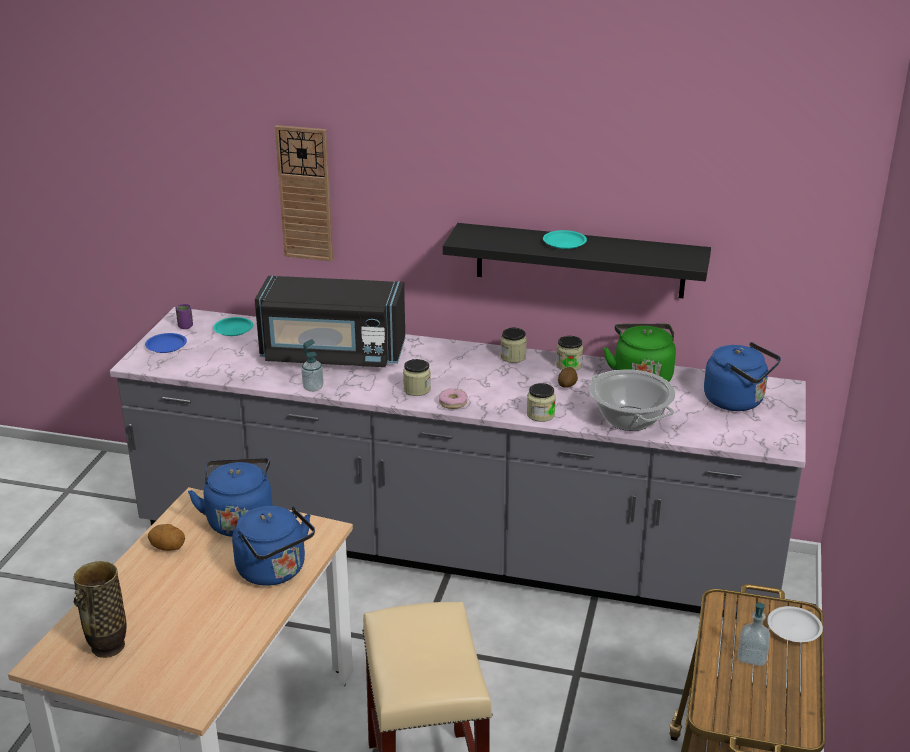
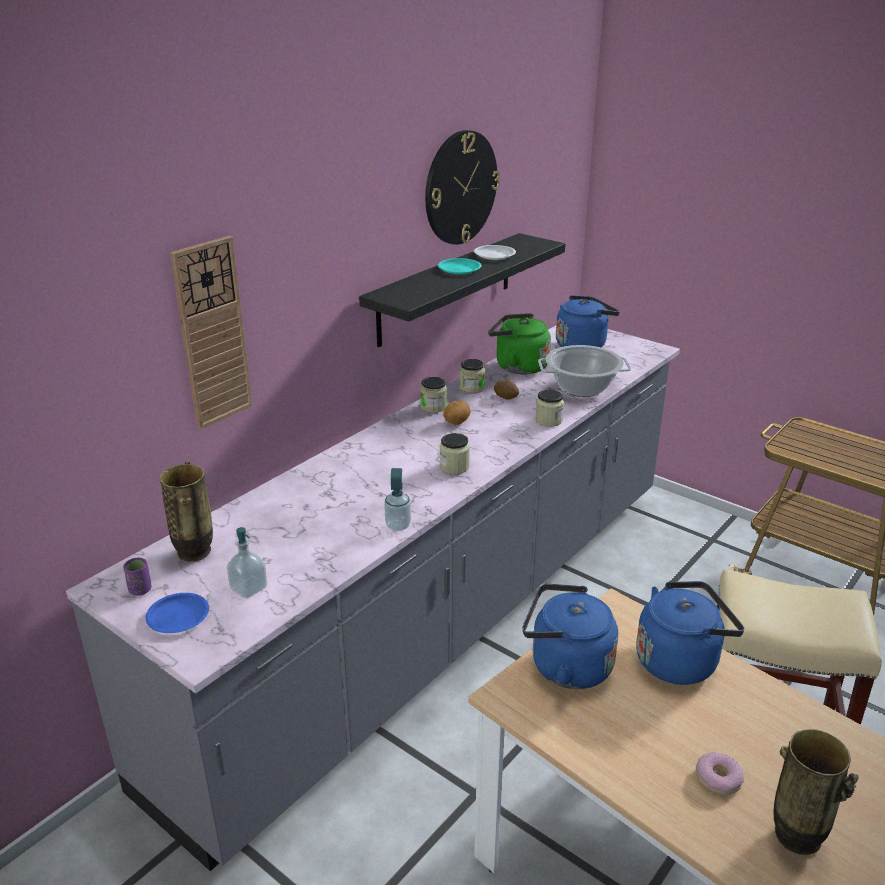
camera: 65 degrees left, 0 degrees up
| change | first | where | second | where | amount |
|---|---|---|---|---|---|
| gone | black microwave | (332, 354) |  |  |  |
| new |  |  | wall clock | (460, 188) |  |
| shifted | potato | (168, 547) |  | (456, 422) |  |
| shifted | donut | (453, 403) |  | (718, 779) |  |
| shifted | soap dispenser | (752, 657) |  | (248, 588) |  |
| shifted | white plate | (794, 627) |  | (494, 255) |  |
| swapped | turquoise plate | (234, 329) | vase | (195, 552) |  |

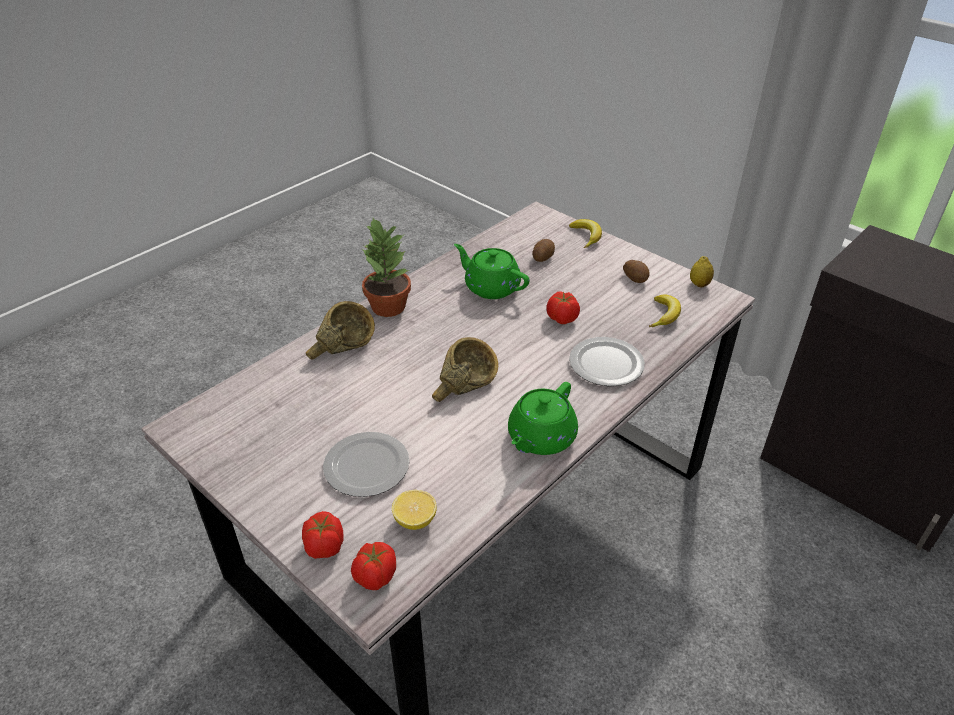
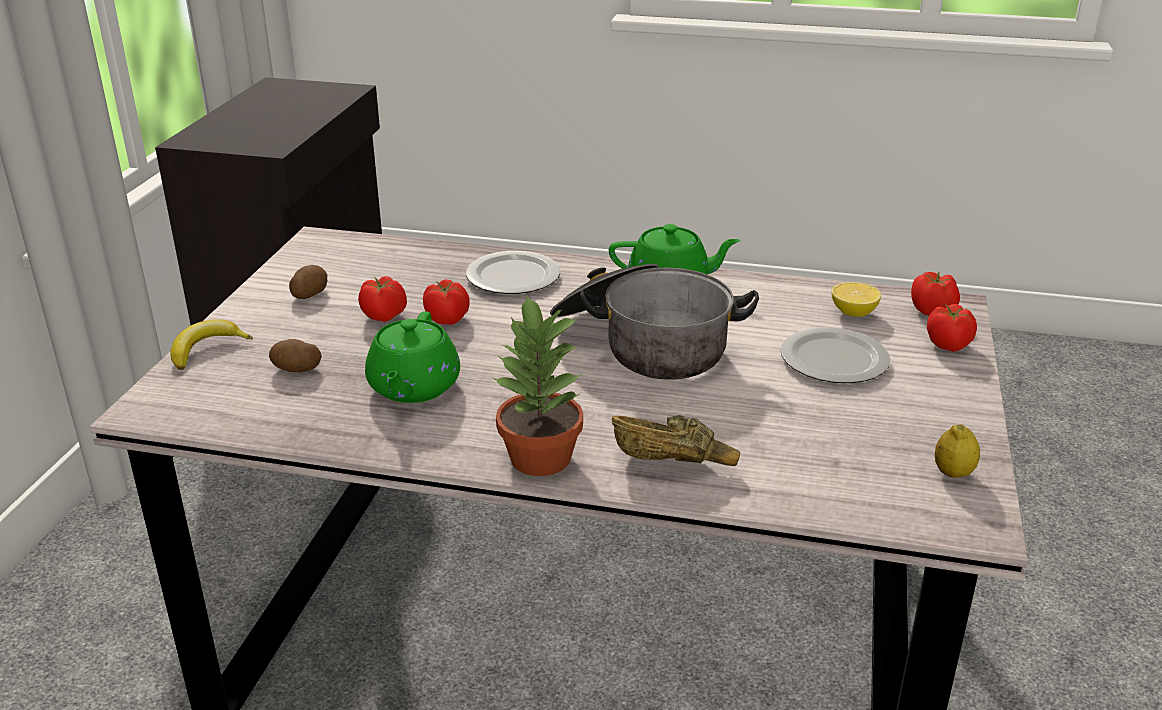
camera: 120 degrees left, 10 degrees down
| change | first | where | second | where | amount |
|---|---|---|---|---|---|
| gone | banana | (664, 315) |  |  |  |
| new |  |  | tomato | (384, 316) |  |
| shifted | lemon | (699, 284) |  | (953, 473) |  |
| swapped | brown bowl | (464, 386) | cooking pot | (644, 344) |  |

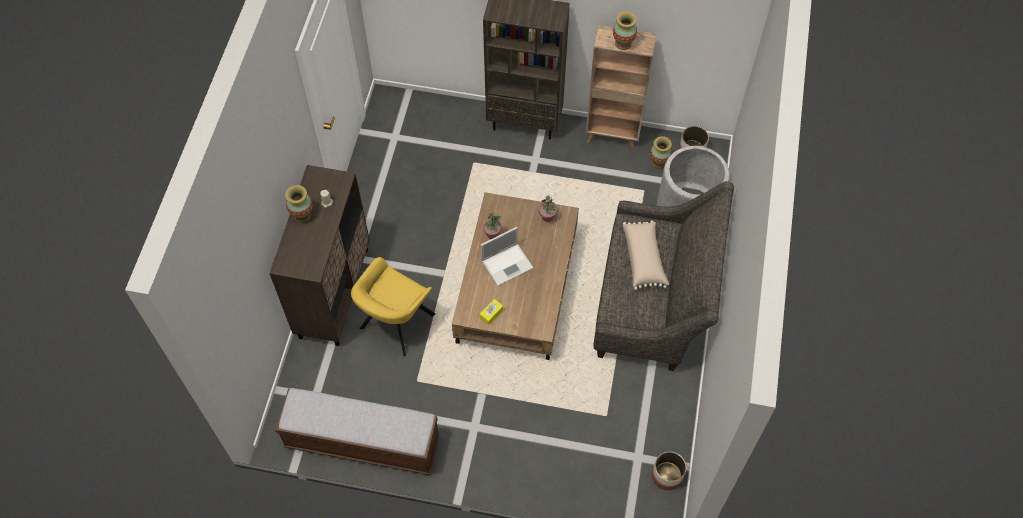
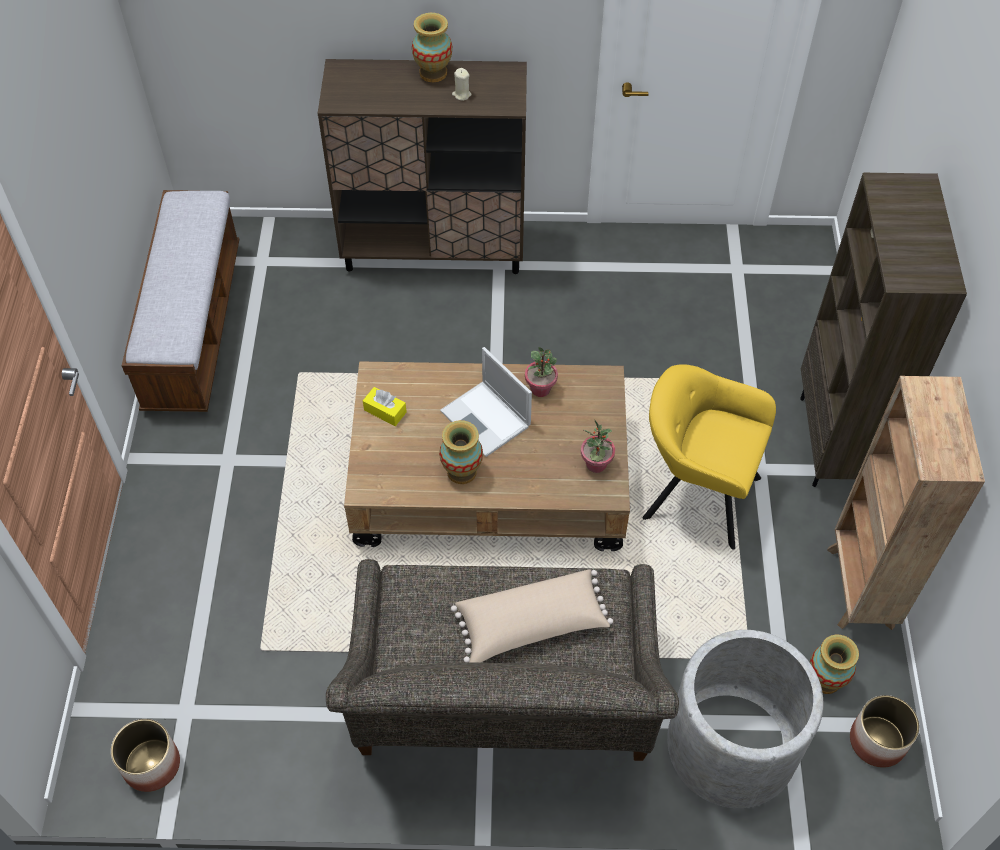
camera: 80 degrees right, 5 degrees down
| change | first | where | second | where | amount |
|---|---|---|---|---|---|
| shifted | yellow armchair | (395, 324) |  | (695, 494) |  |
| shifted | vase | (623, 43) |  | (461, 471) |  |

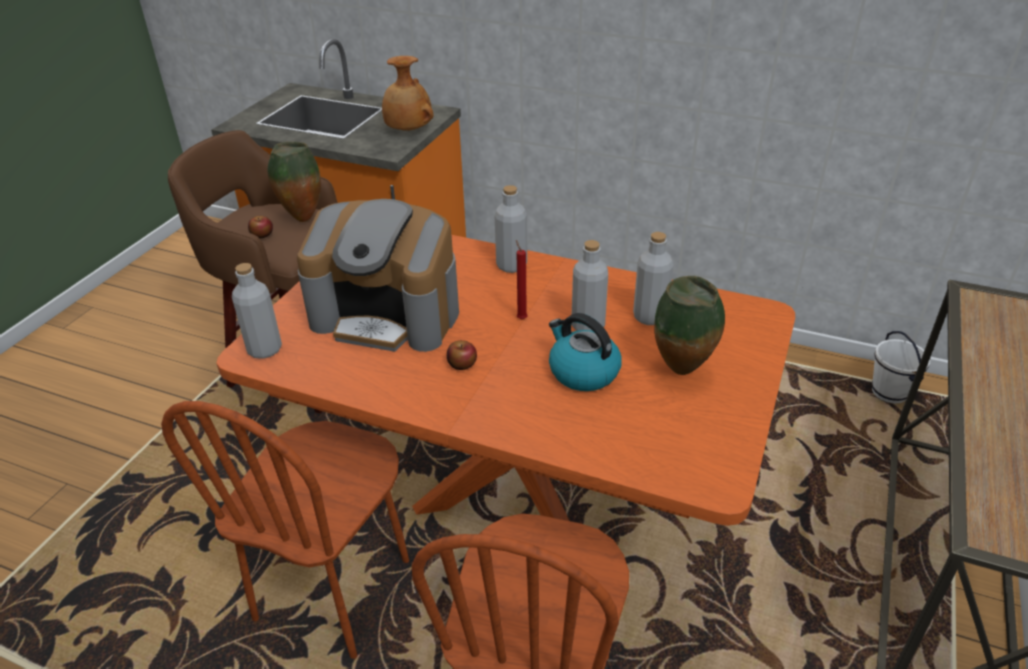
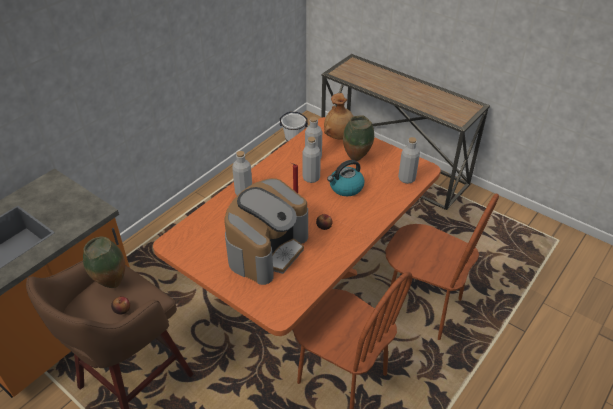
camera: 75 degrees left, 5 degrees up
| change | first | where | second | where | amount |
|---|---|---|---|---|---|
| shifted | grey bottle | (264, 349) |  | (406, 178) |  |
| shifted | brown vase | (408, 130) |  | (339, 136) |  |

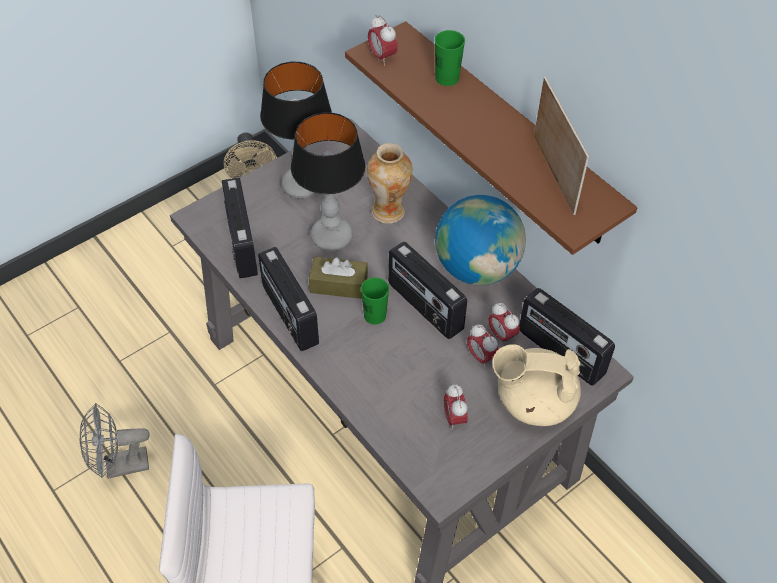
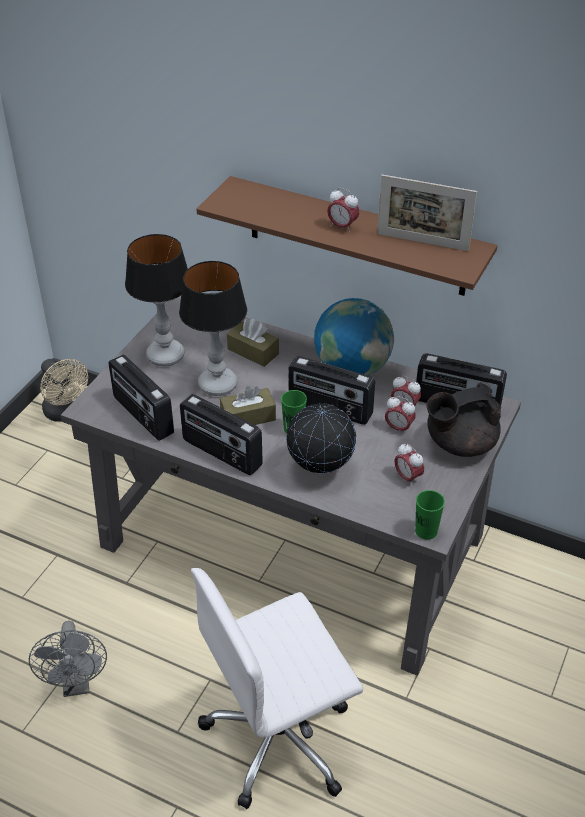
camera: 25 degrees left, 10 degrees down
| change | first | where | second | where | amount |
|---|---|---|---|---|---|
| new |  |  | globe | (320, 469) |  |
| shifted | alarm clock | (382, 57) |  | (342, 227) |  |
| shifted | green cup | (447, 78) |  | (426, 531) |  |
| swapped | vase | (388, 211) | brown tissue box | (253, 351) |  |
| repainted | beige teapot | (533, 401) | black teapot | (459, 444) |  |
| rotated | grey fan | (120, 466) |  | (77, 684) | 60 degrees counterclockwise |
| rotated | picture frame | (553, 174) |  | (422, 242) | 150 degrees clockwise |

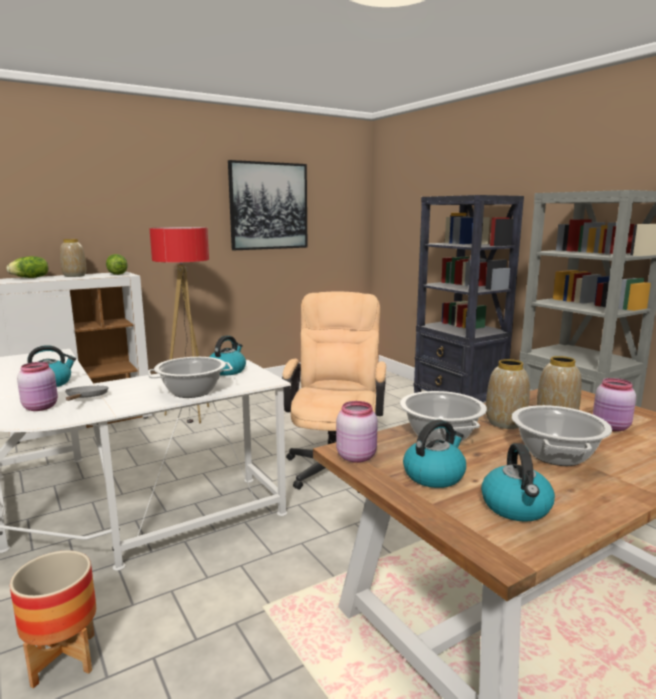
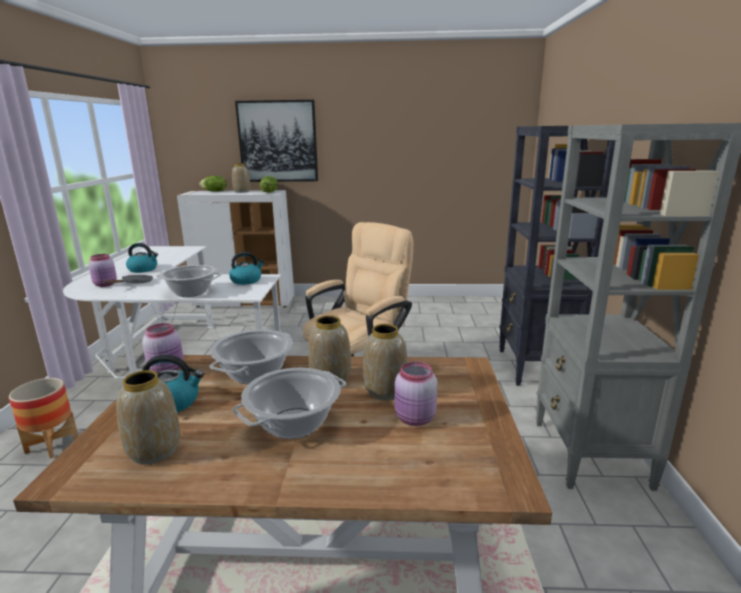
camera: 35 degrees right, 5 degrees up
| change | first | where | second | where | amount |
|---|---|---|---|---|---|
| gone | floor lamp | (191, 415) |  |  |  |
| shifted | picture | (268, 206) |  | (278, 141) |  |
| swapped | kettle | (516, 507) | vase | (155, 451) |  |

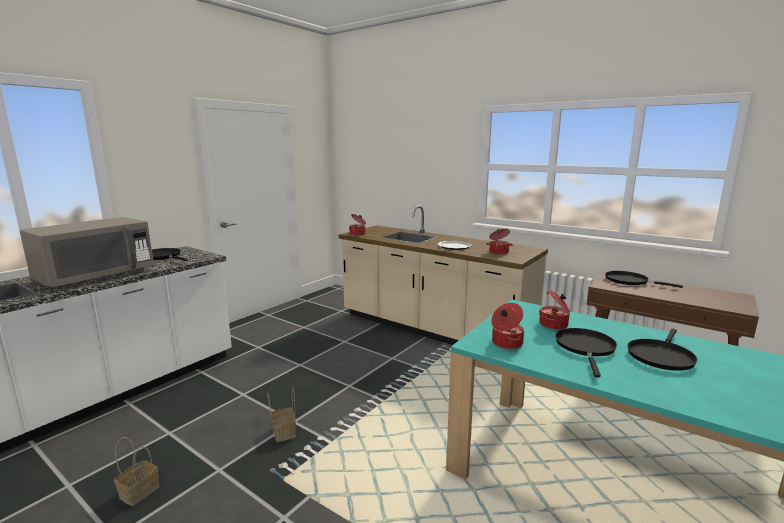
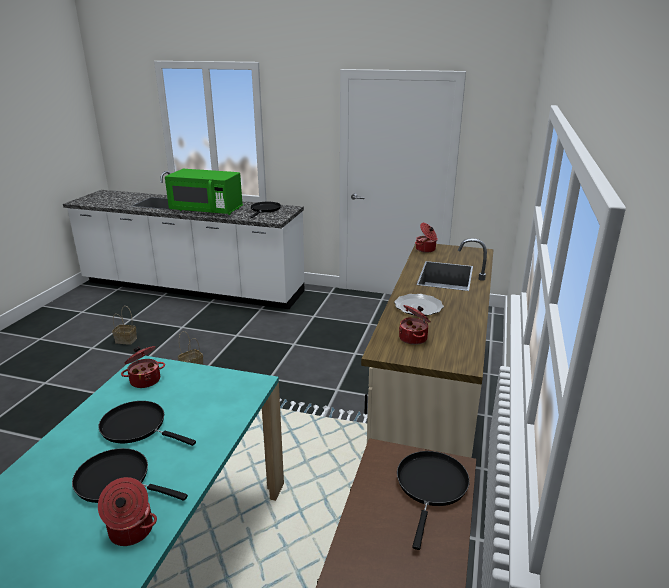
camera: 70 degrees right, 10 degrees up
| change | first | where | second | where | amount |
|---|---|---|---|---|---|
| shifted | cooking pot | (554, 325) |  | (130, 531) |  |
| repainted | grey microwave | (96, 277) | green microwave | (206, 210) |  |
| rotated | black frying pan | (585, 348) |  | (137, 427) | 150 degrees counterclockwise |

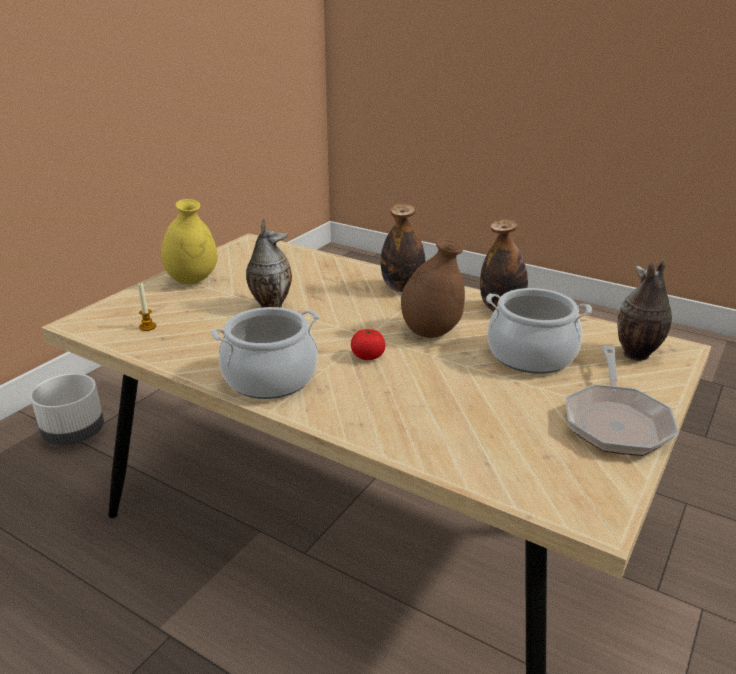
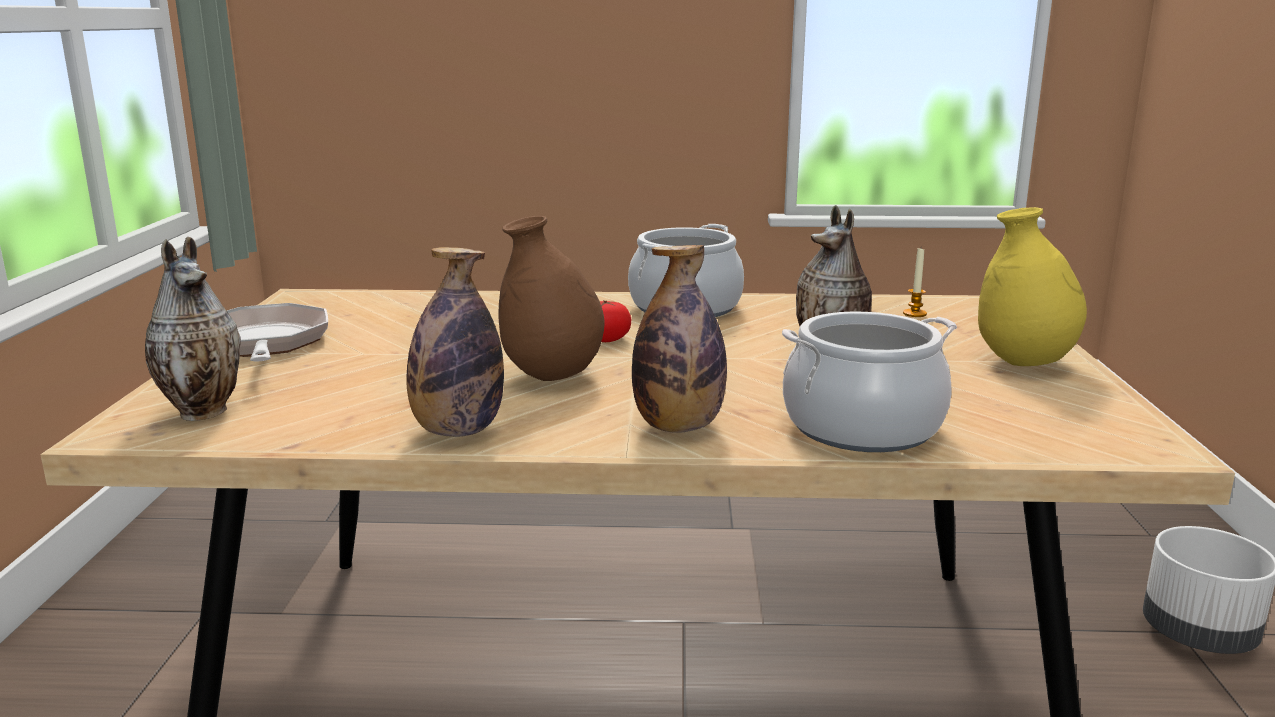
camera: 150 degrees right, 10 degrees down
| change | first | where | second | where | amount |
|---|---|---|---|---|---|
| shifted | cooking pot | (531, 355) |  | (863, 427) |  |

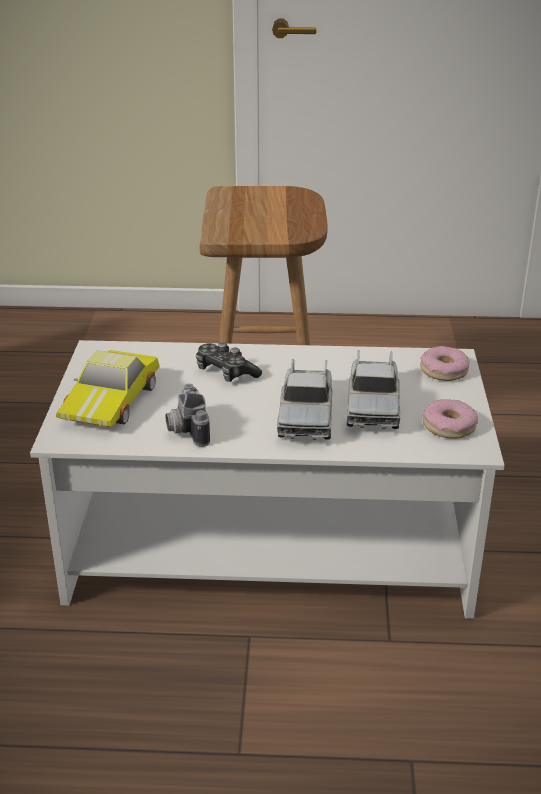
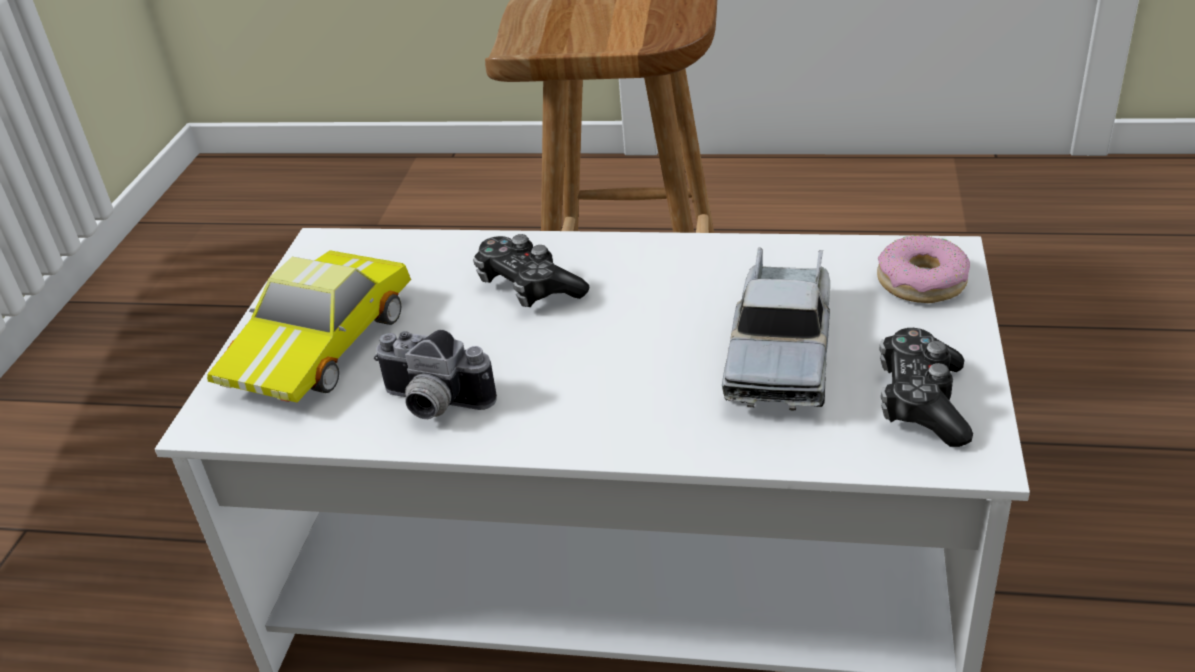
camera: 10 degrees right, 5 degrees up
| change | first | where | second | where | amount |
|---|---|---|---|---|---|
| gone | toy truck | (306, 413) |  |  |  |
| swapped | donut | (448, 426) | game controller | (922, 401) |  |
| rotated | photo camera | (185, 430) |  | (432, 405) | 60 degrees counterclockwise |

